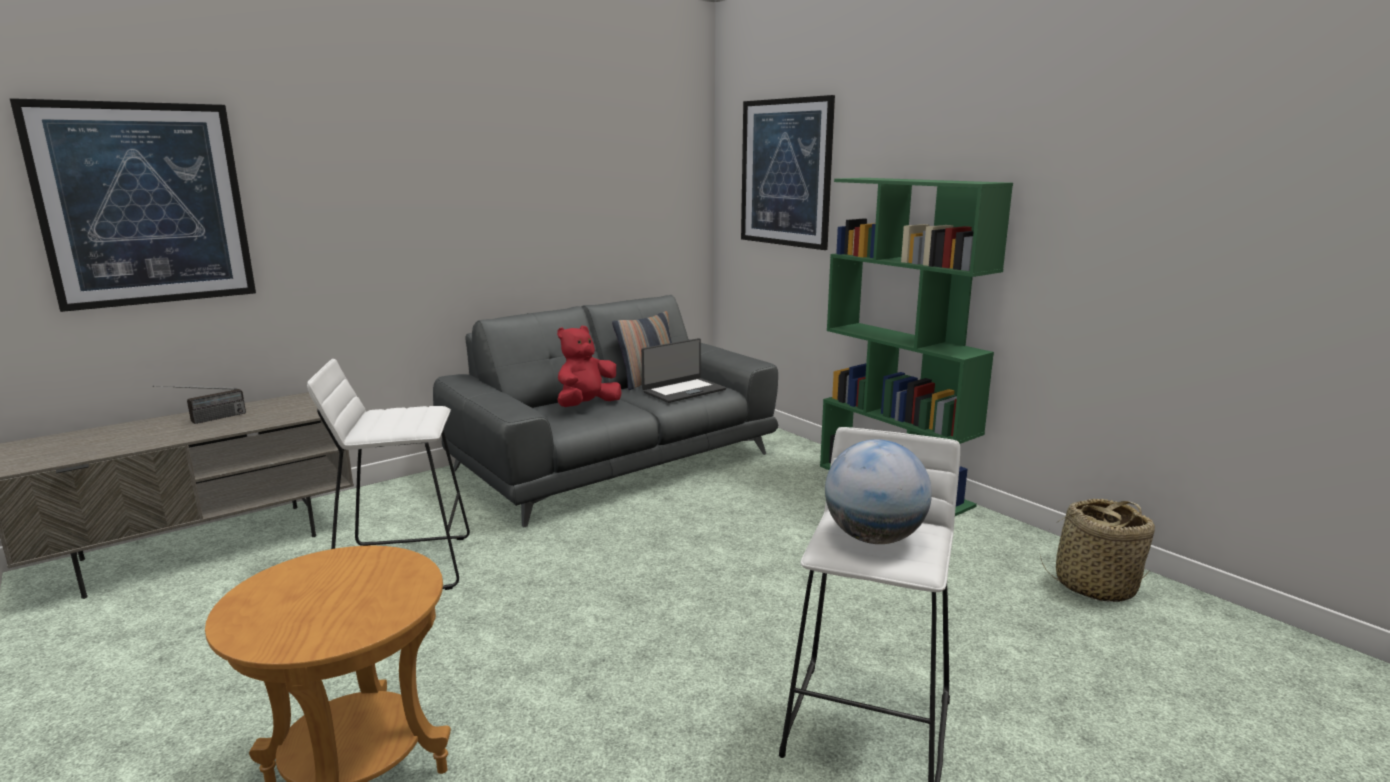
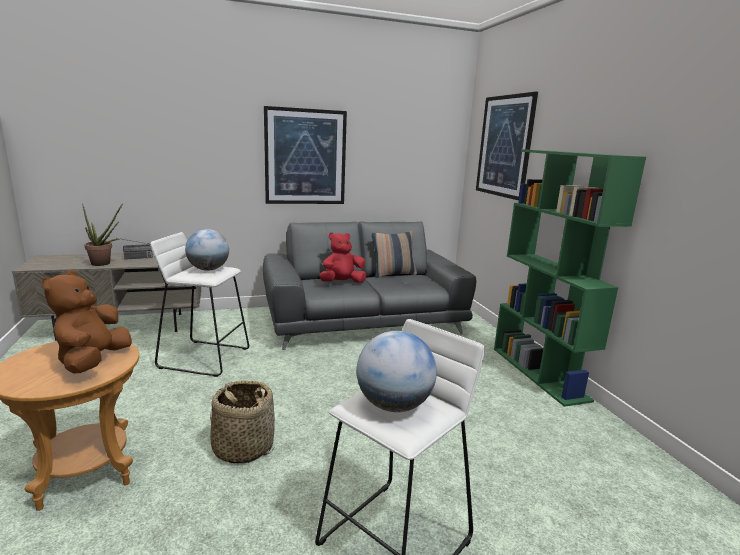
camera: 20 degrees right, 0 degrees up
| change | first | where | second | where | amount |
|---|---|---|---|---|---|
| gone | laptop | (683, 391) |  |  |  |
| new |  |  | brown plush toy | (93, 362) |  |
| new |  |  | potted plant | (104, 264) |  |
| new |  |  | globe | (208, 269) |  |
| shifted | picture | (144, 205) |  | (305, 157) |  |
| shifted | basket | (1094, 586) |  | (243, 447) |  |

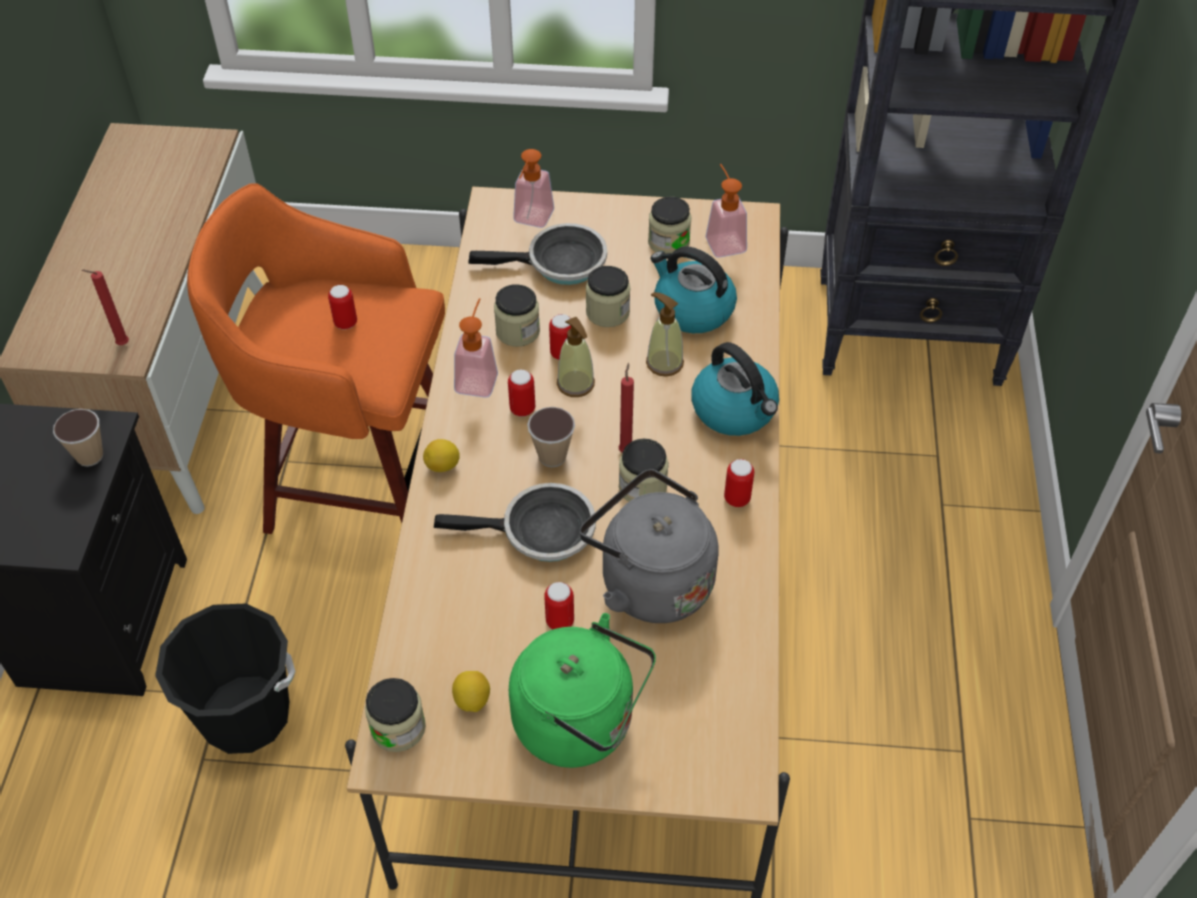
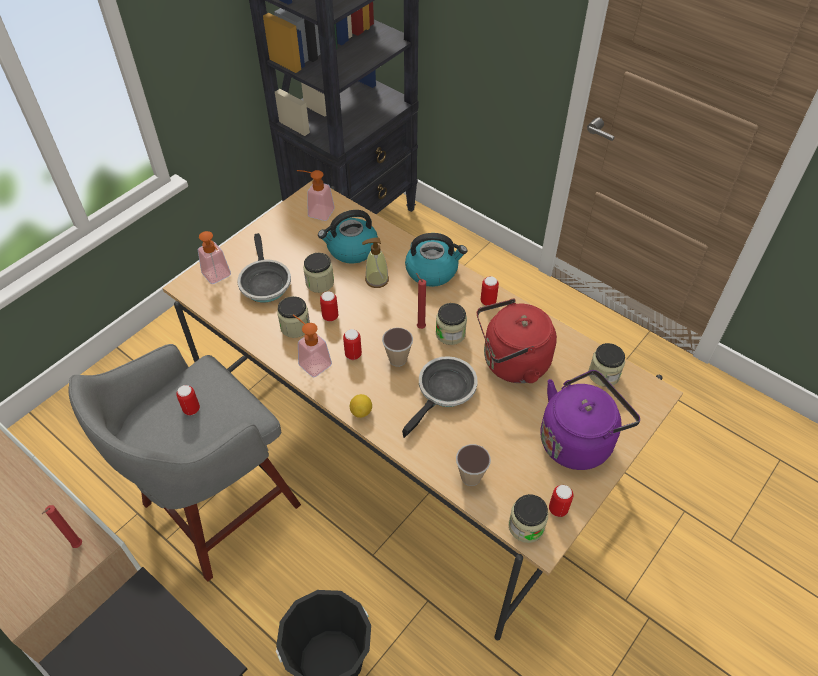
camera: 55 degrees left, 0 degrees up
| change | first | where | second | where | amount |
|---|---|---|---|---|---|
| gone | lemon | (472, 700) |  |  |  |
| gone | soap dispenser | (576, 384) |  |  |  |
| shifted | cup | (90, 456) |  | (471, 477) |  |
| shifted | can | (560, 621) |  | (558, 509) |  |
| shifted | jar | (668, 242) |  | (603, 374) |  |
| repainted | orange stool | (357, 480) | grey stool | (217, 507) |  |
| repainted | green kettle | (581, 723) | purple kettle | (578, 440) |  |
| repainted | grey kettle | (650, 581) | red kettle | (511, 363) |  |
| rotated | frying pan | (560, 264) |  | (264, 282) | 135 degrees clockwise |

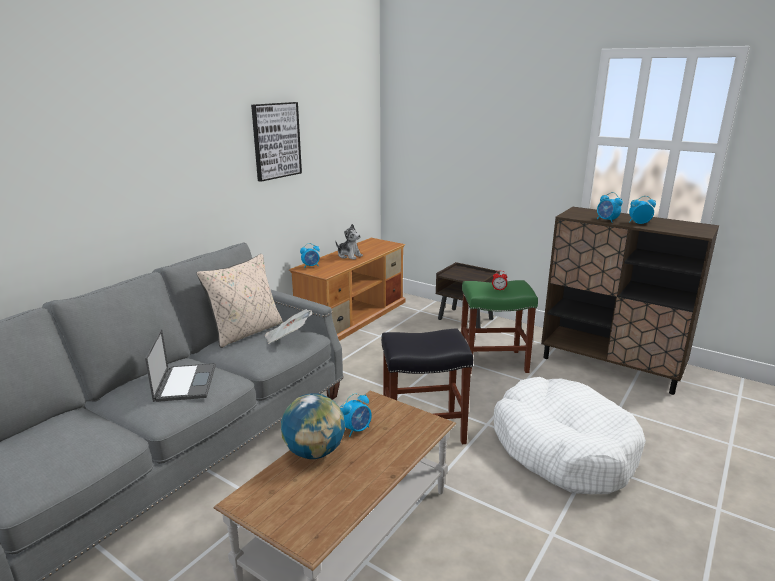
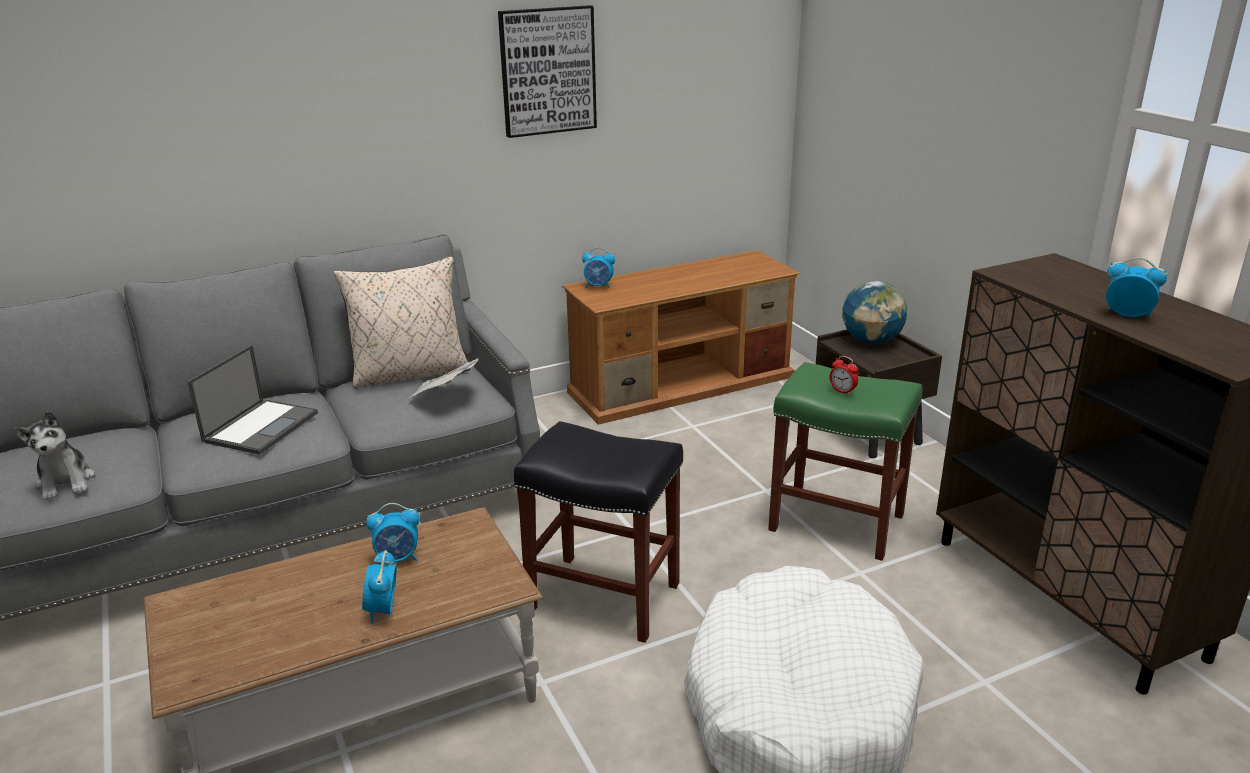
camera: 30 degrees right, 5 degrees up
| change | first | where | second | where | amount |
|---|---|---|---|---|---|
| shifted | globe | (314, 452) |  | (871, 341) |  |
| shifted | plush toy | (349, 256) |  | (66, 482) |  |
| shifted | alarm clock | (607, 220) |  | (383, 610) |  |

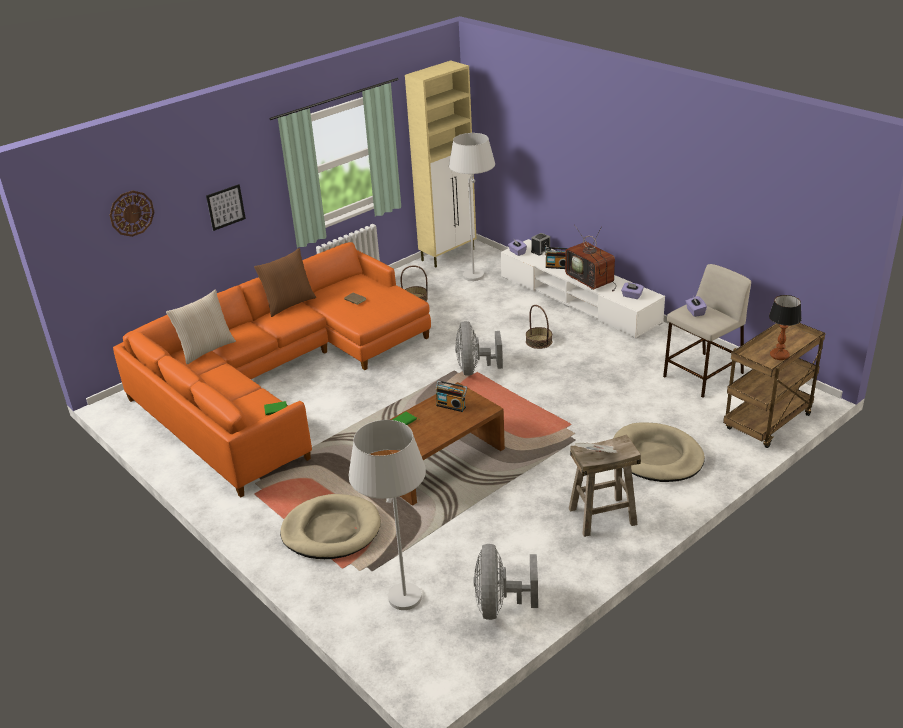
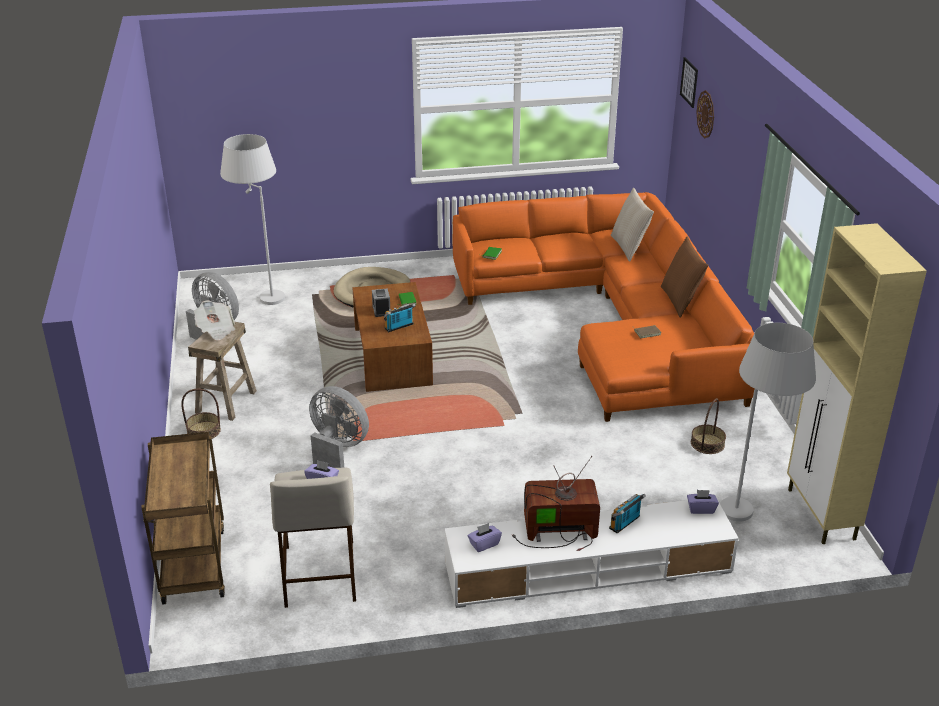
camera: 120 degrees right, 0 degrees up
| change | first | where | second | where | amount |
|---|---|---|---|---|---|
| gone | beige dog bed | (656, 456) |  |  |  |
| gone | table lamp | (779, 356) |  |  |  |
| shifted | picture | (225, 207) |  | (689, 82) |  |
| shifted | grey fan | (474, 369) |  | (337, 448) |  |
| shifted | basket | (539, 341) |  | (203, 431) |  |
| shifted | alarm clock | (540, 250) |  | (381, 310) |  |

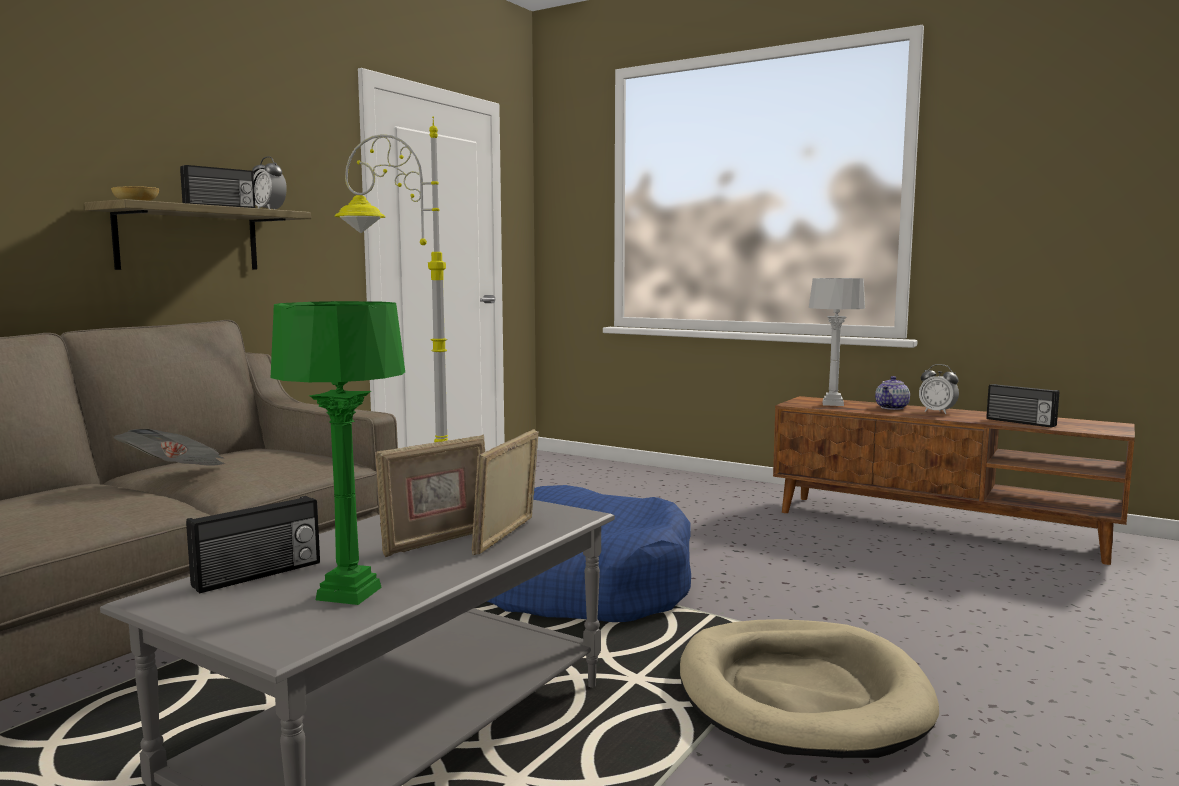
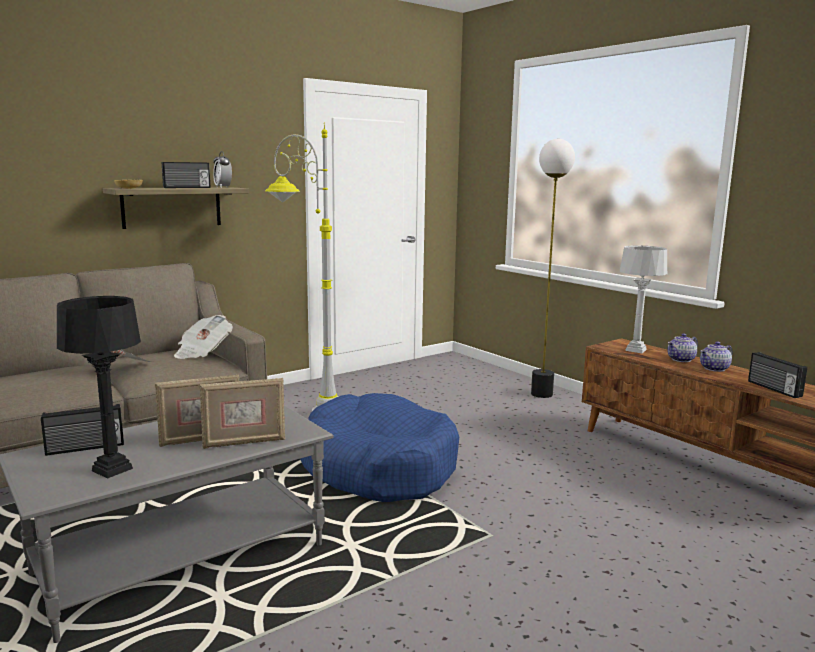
camera: 20 degrees right, 5 degrees up
| change | first | where | second | where | amount |
|---|---|---|---|---|---|
| gone | beige dog bed | (801, 694) |  |  |  |
| new |  |  | newspaper | (202, 352) |  |
| new |  |  | floor lamp | (542, 394) |  |
| swapped | alarm clock | (937, 412) | teapot | (715, 368) |  |
| repainted | green table lamp | (348, 594) | black table lamp | (111, 470) |  |
| rotated | picture frame | (507, 537) |  | (244, 442) | 150 degrees counterclockwise |

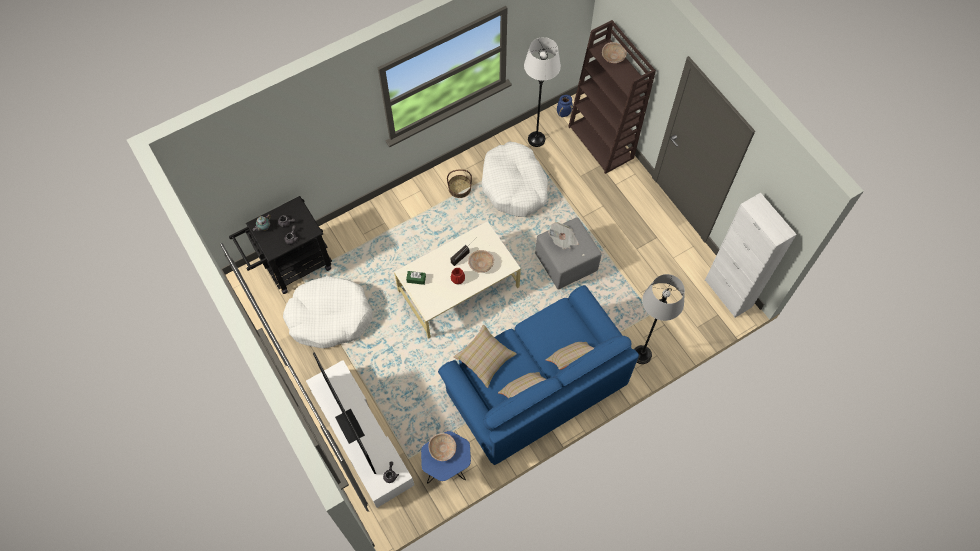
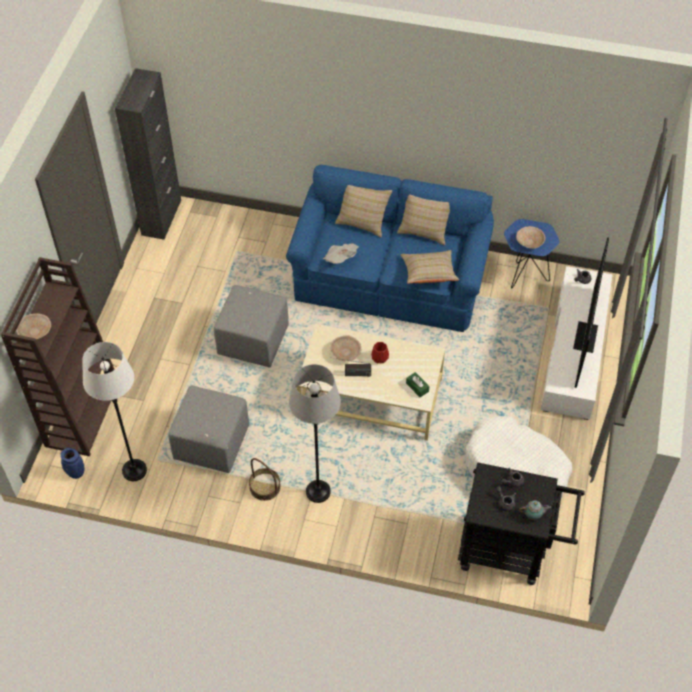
camera: 135 degrees left, 10 degrees down
| change | first | where | second | where | amount |
|---|---|---|---|---|---|
| shifted | newspaper | (563, 240) |  | (340, 258) |  |
| shifted | grey floor lamp | (641, 355) |  | (318, 491) |  |
| swapped | white dog bed | (514, 185) | grey ottoman | (212, 444) |  |
| repainted | white cabinet | (728, 293) | black cabinet | (161, 217) |  |

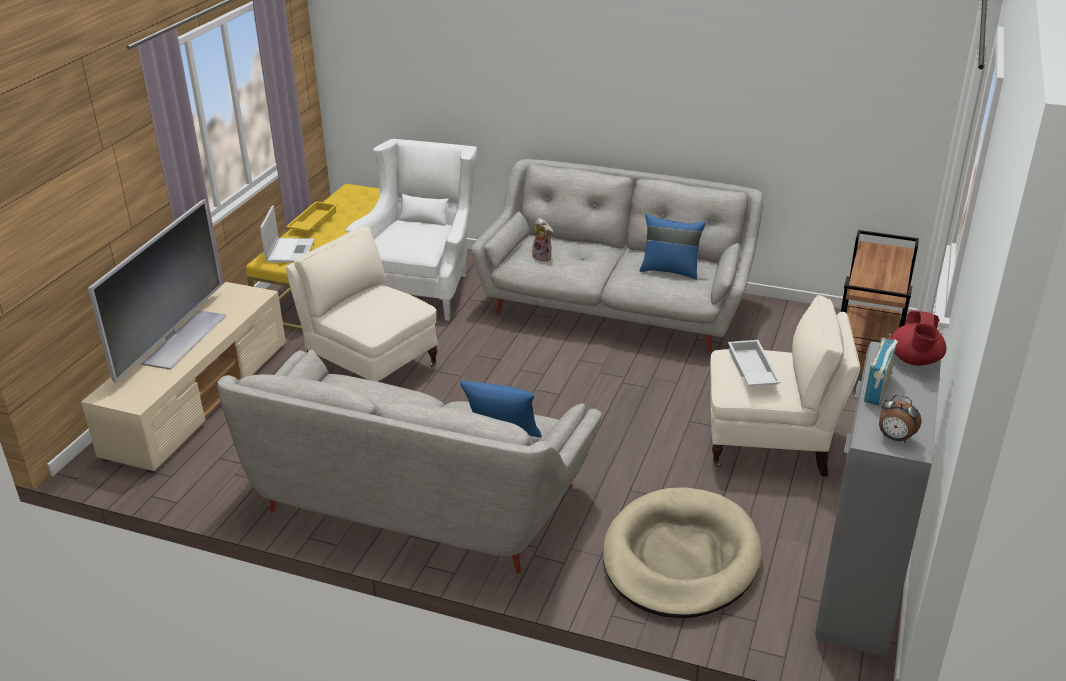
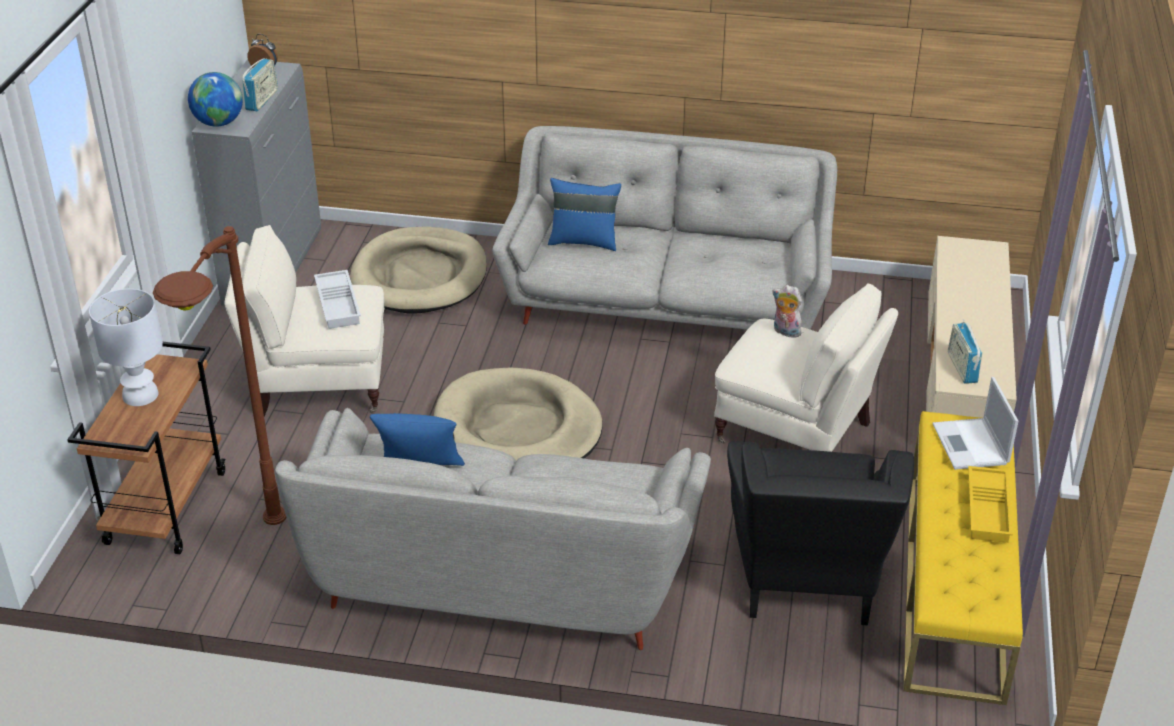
camera: 170 degrees right, 5 degrees up
| change | first | where | second | where | amount |
|---|---|---|---|---|---|
| gone | television | (182, 339) |  |  |  |
| new |  |  | white table lamp | (141, 395) |  |
| new |  |  | brown floor lamp | (249, 569) |  |
| new |  |  | beige dog bed | (517, 429) |  |
| new |  |  | radio | (962, 368) |  |
| shifted | plush toy | (543, 257) |  | (785, 332) |  |
| swapped | red teapot | (914, 360) | globe | (219, 123) |  |
| repainted | white armchair | (421, 286) | black armchair | (807, 583) |  |

